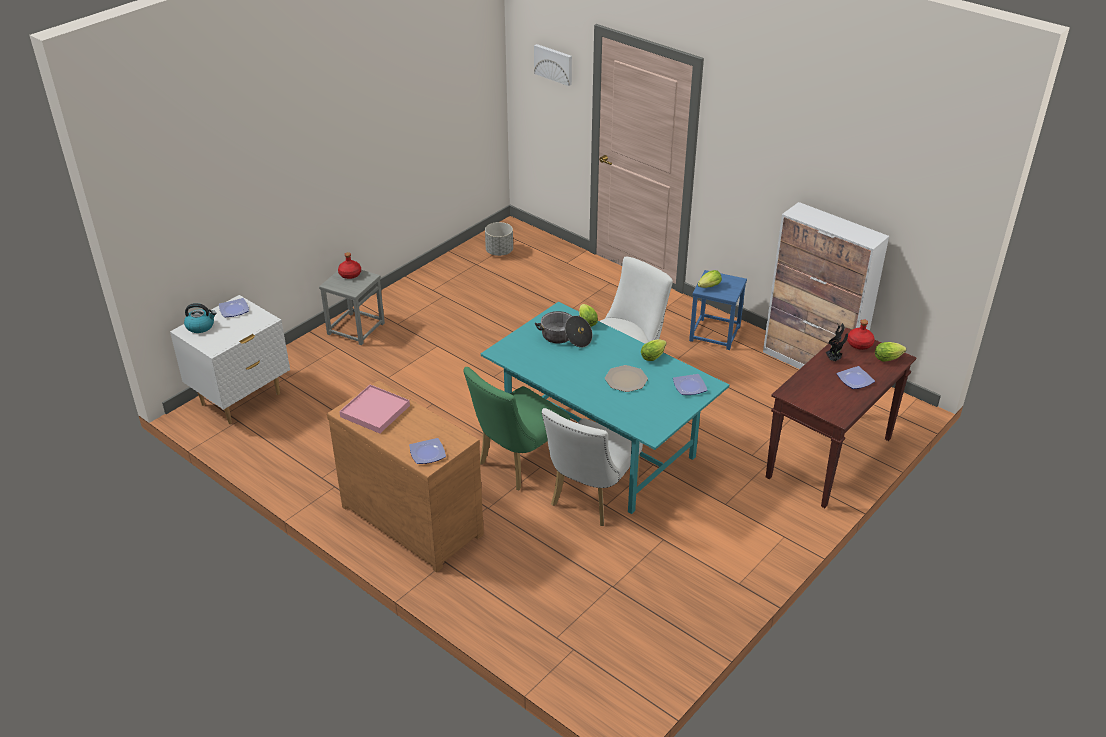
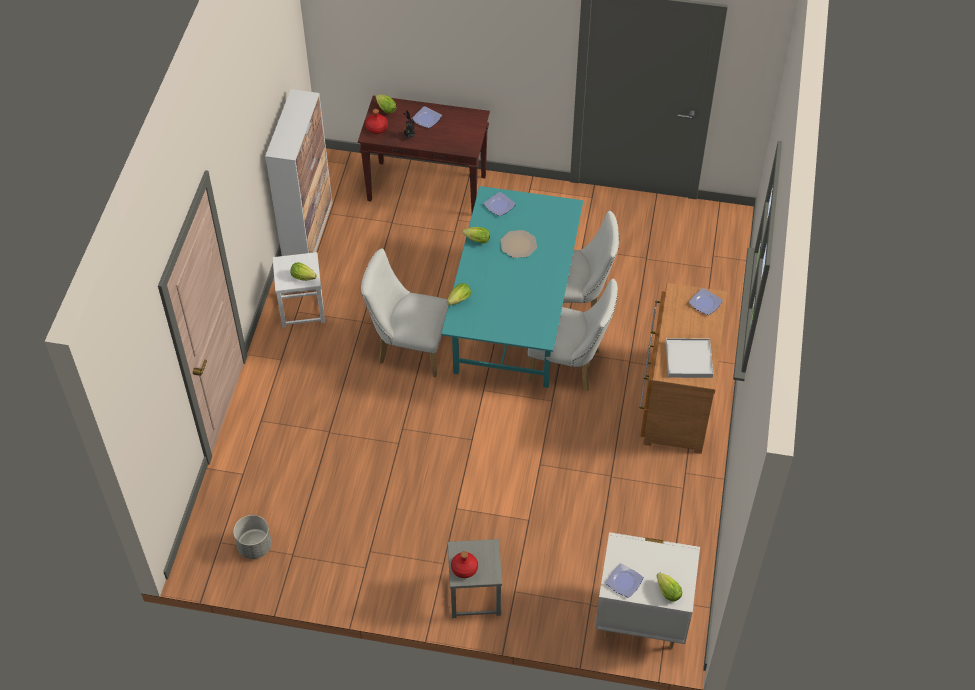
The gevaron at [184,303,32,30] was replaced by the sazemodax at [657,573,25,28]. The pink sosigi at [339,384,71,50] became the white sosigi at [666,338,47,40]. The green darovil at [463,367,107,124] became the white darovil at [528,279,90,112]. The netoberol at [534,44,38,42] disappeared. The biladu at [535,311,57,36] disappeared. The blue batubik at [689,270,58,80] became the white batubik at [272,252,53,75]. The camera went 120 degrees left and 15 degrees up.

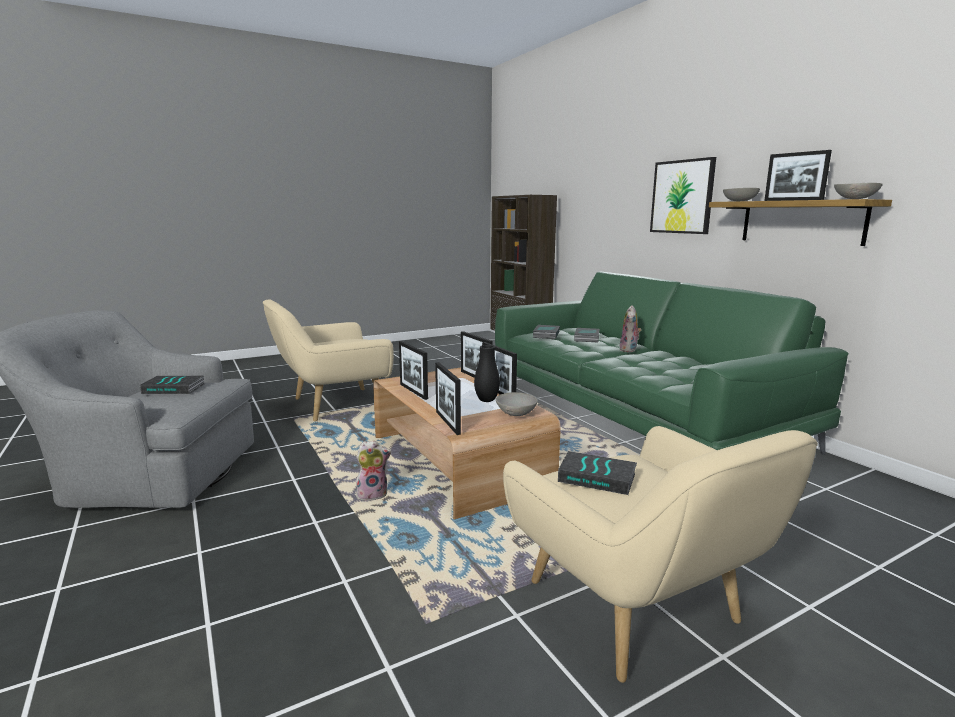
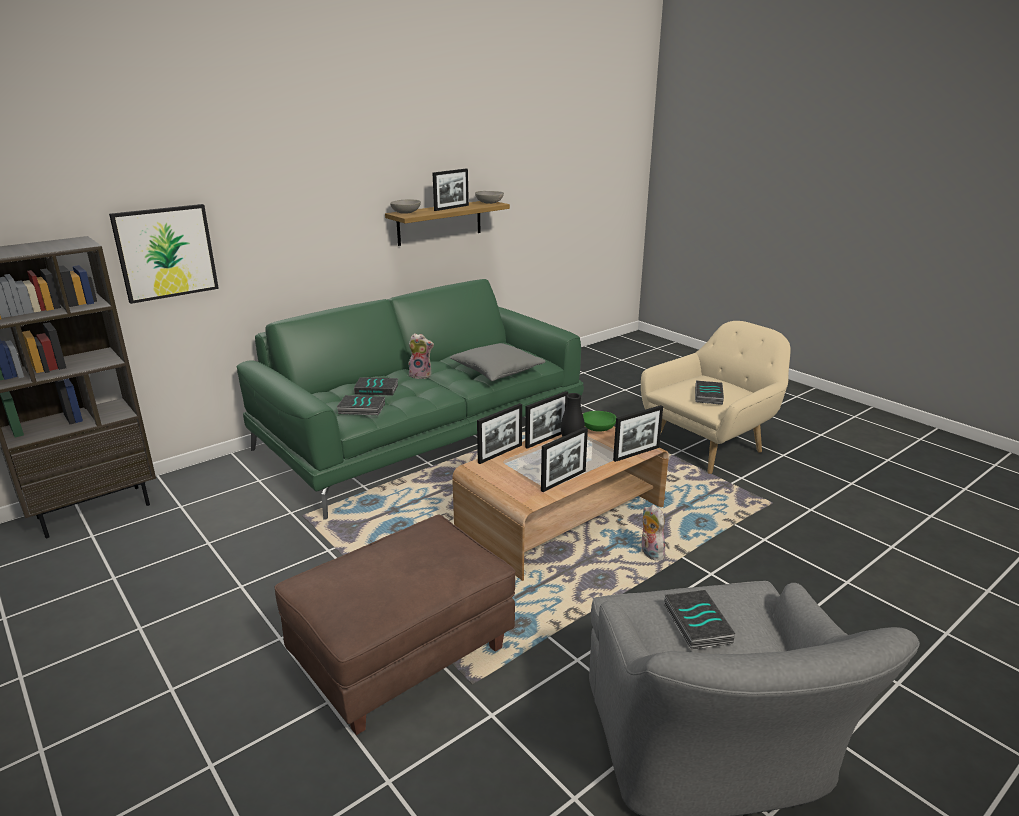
The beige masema at [263,300,131,121] was replaced by the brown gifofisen at [275,515,241,220]. The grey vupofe at [496,392,42,24] became the green vupofe at [583,411,34,20]. The netoberol moved from [650,157,66,77] to [109,204,110,100]. The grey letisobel at [450,343,96,38] appeared. The camera went 100 degrees left and 10 degrees up.

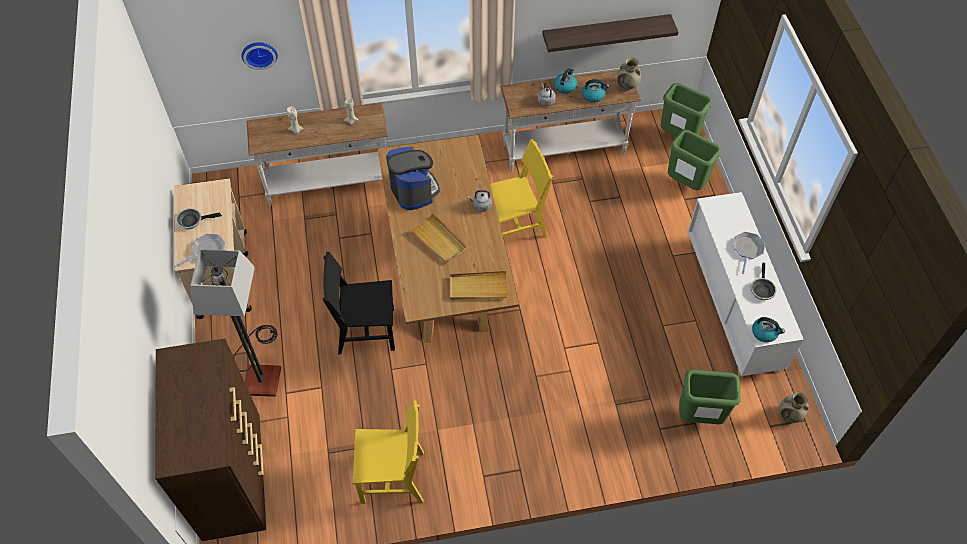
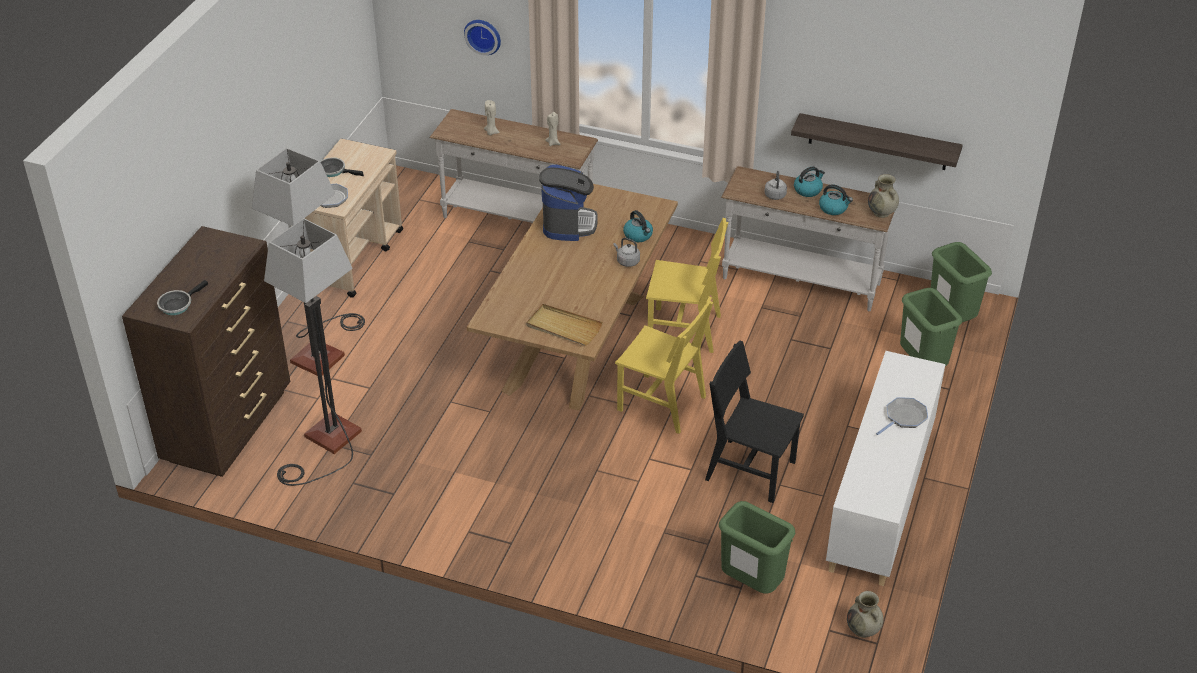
The black darovil moved from [323,252,72,102] to [705,340,99,163]. The yellow darovil moved from [352,401,72,103] to [615,297,98,137]. The beige sosigi at [410,213,57,51] disappeared. The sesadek moved from [750,263,27,37] to [157,280,51,35]. The gevaron moved from [752,317,33,25] to [623,210,30,32]. The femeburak at [264,218,98,268] appeared. The camera went 30 degrees right and 15 degrees down.

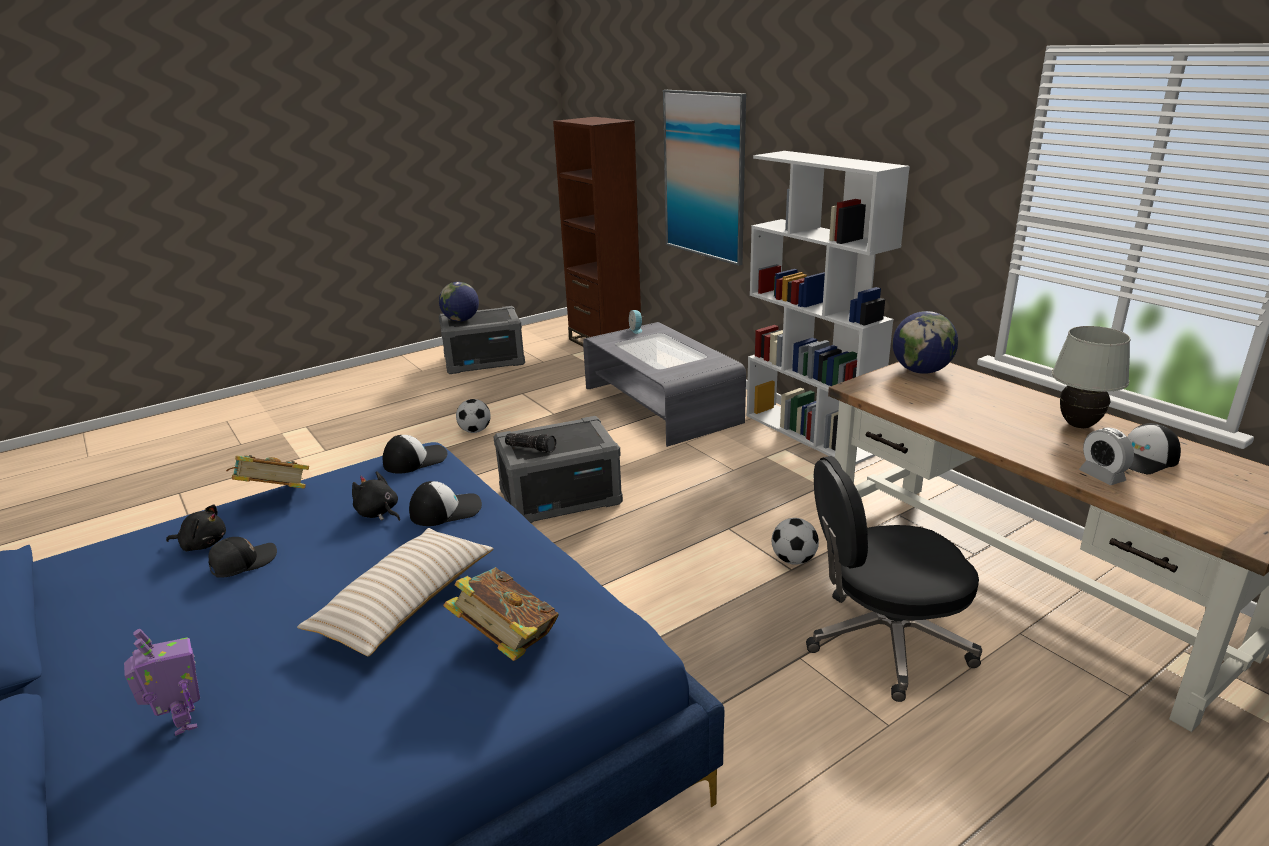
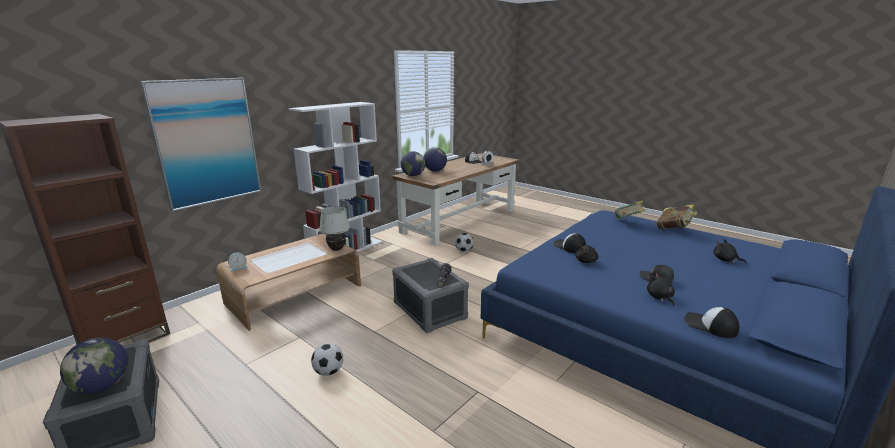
The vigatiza at [124,629,76,107] was replaced by the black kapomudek at [713,239,34,24]. The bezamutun moved from [226,455,83,34] to [656,205,41,24]. The beige letisobel at [297,528,196,128] disappeared. The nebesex moved from [383,435,65,39] to [684,307,55,31]. The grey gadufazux at [583,322,163,125] became the brown gadufazux at [216,234,145,97]. The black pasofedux at [806,456,176,246] disappeared. The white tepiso moved from [1052,326,79,102] to [319,206,31,45]. The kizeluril at [424,148,23,24] appeared. The camera went 105 degrees left and 5 degrees down.

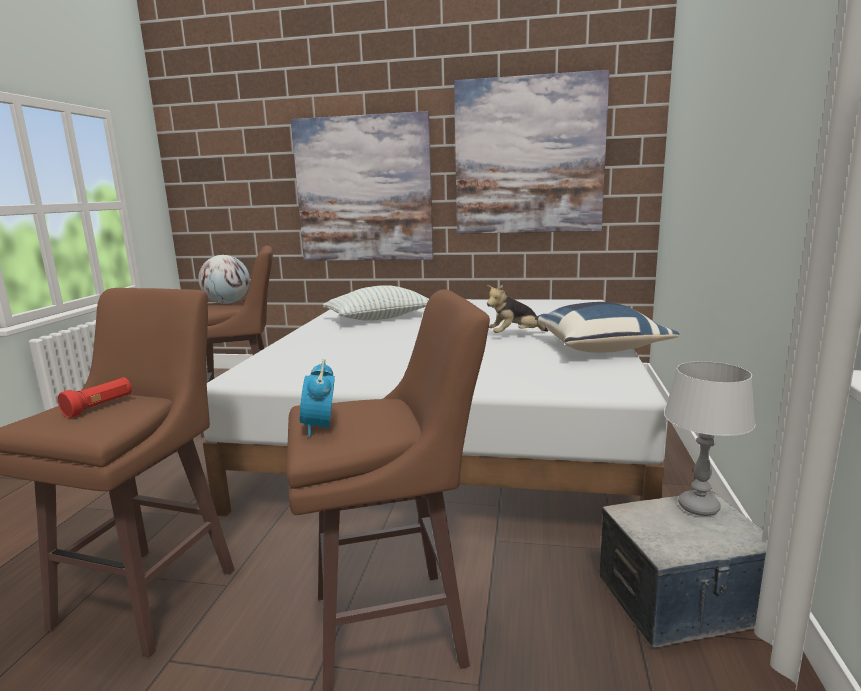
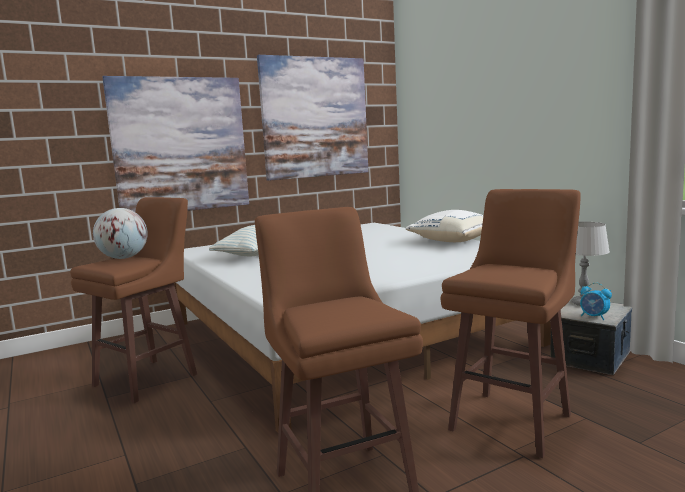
The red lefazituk at [58,377,74,41] disappeared. The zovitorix moved from [300,359,35,78] to [580,283,32,37]. The kapomudek at [487,284,61,49] disappeared. The blue letisobel at [535,302,144,51] became the white letisobel at [406,210,78,32]. The camera went 40 degrees left and 5 degrees down.

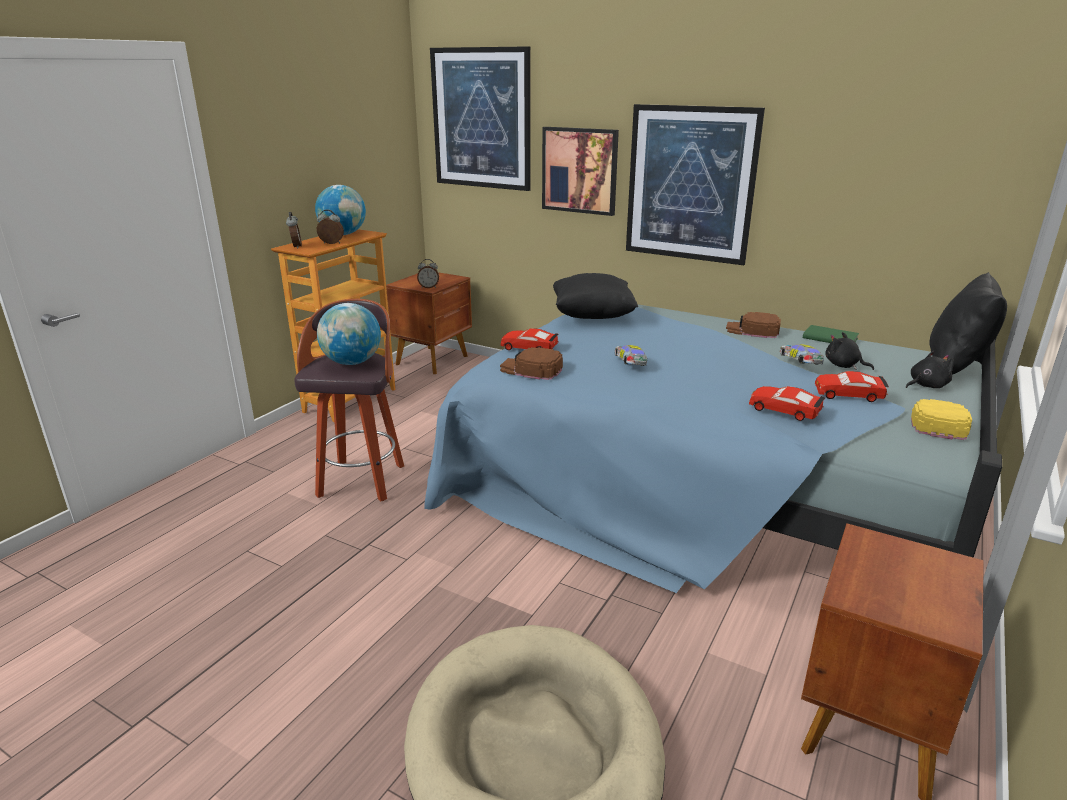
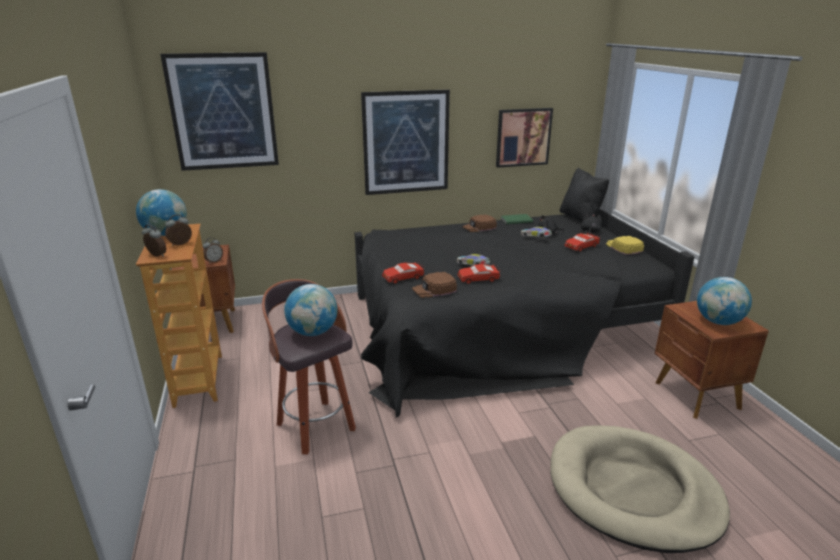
The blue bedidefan at [424,305,578,288] became the black bedidefan at [355,209,339,209]. The netoberol moved from [542,127,77,89] to [496,108,57,60]. The black letisobel at [553,273,85,46] disappeared. The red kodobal moved from [749,386,76,35] to [458,264,42,20]. The kizeluril at [697,277,55,48] appeared. The camera went 45 degrees left and 0 degrees up.

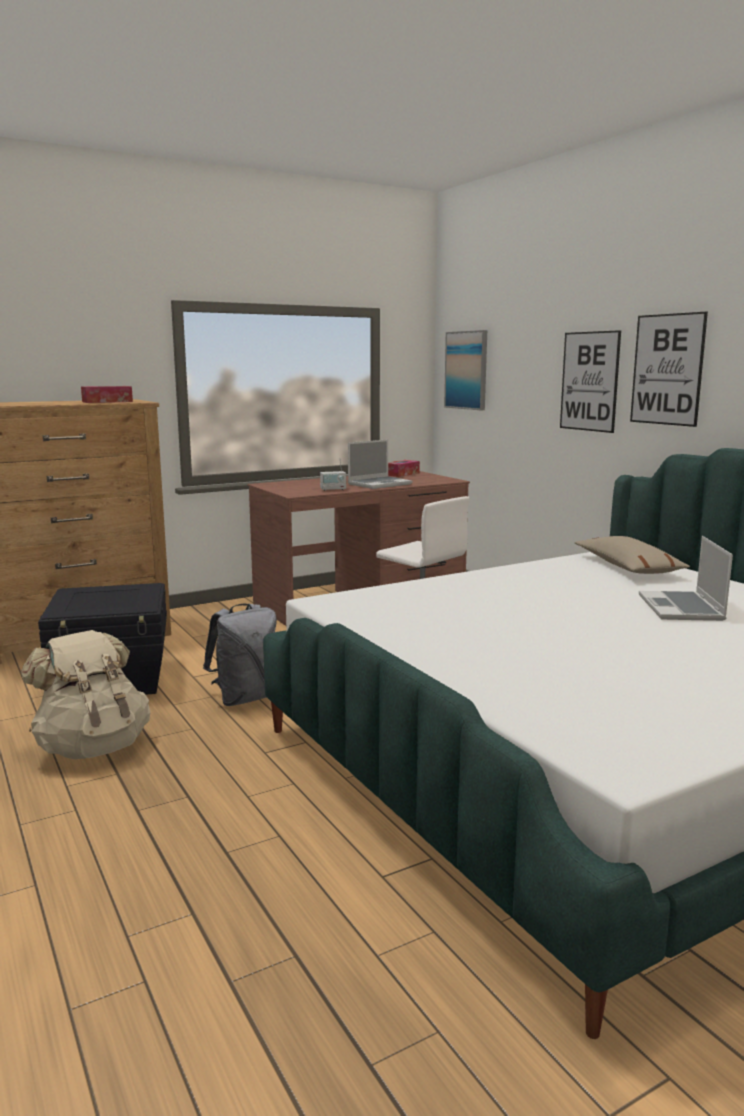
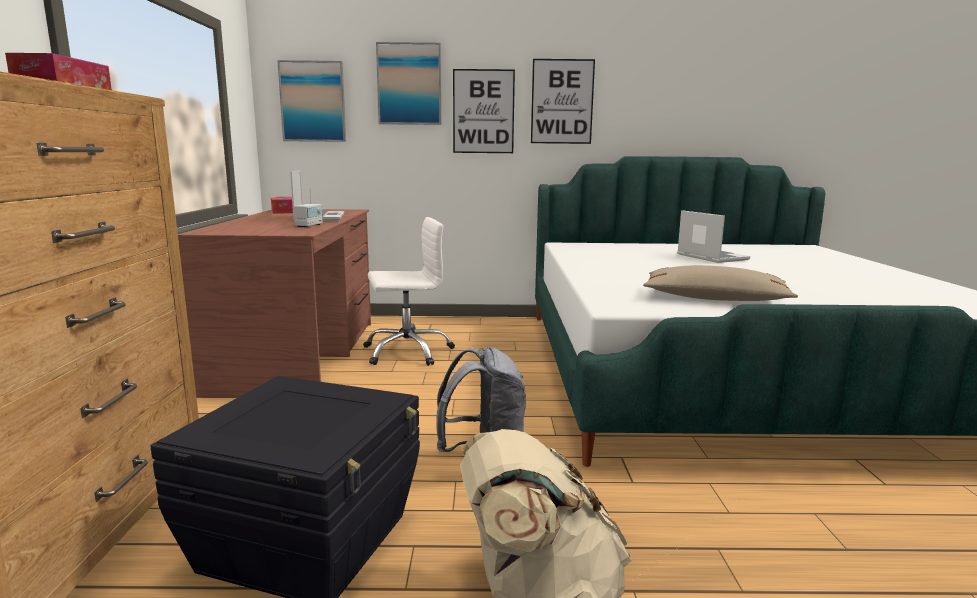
The beige letisobel moved from [574,536,116,38] to [643,265,155,36]. The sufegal at [639,536,94,85] turned 150 degrees counterclockwise. The netoberol at [376,42,65,83] appeared. The camera went 60 degrees left and 0 degrees up.

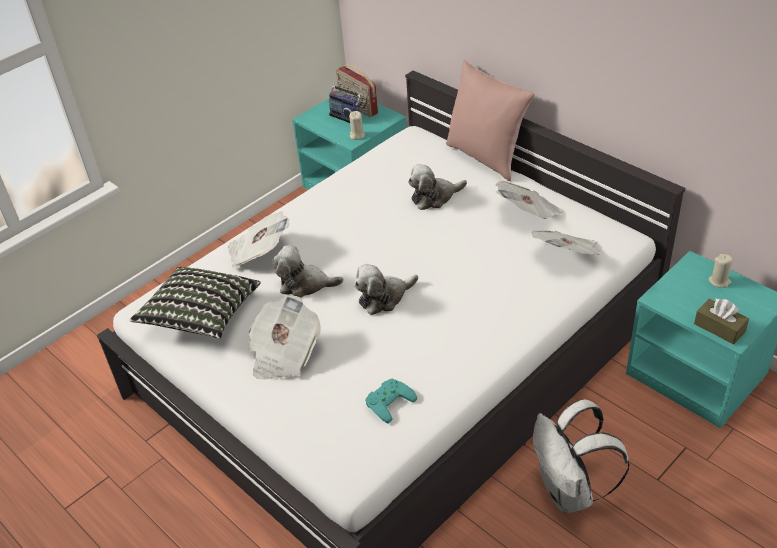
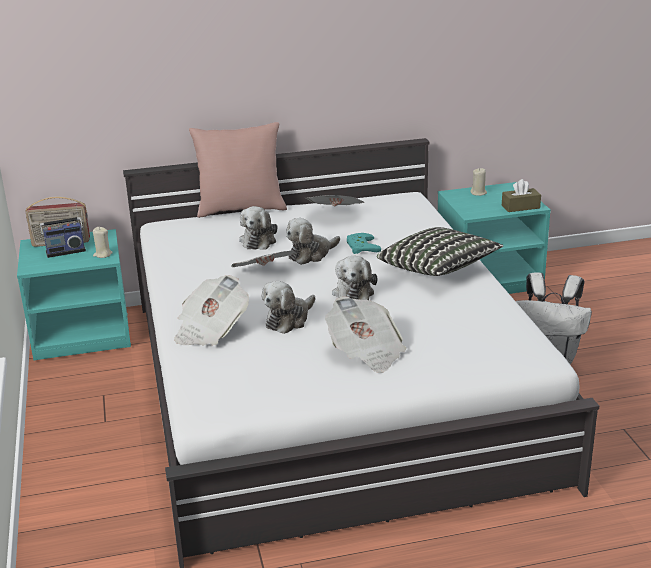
The letisobel moved from [129,267,132,72] to [377,227,126,49]. The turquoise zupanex moved from [365,378,52,46] to [347,233,34,21]. The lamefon moved from [531,230,69,25] to [231,251,64,16]. The kapomudek at [286,218,54,47] appeared. The camera went 60 degrees left and 15 degrees down.

